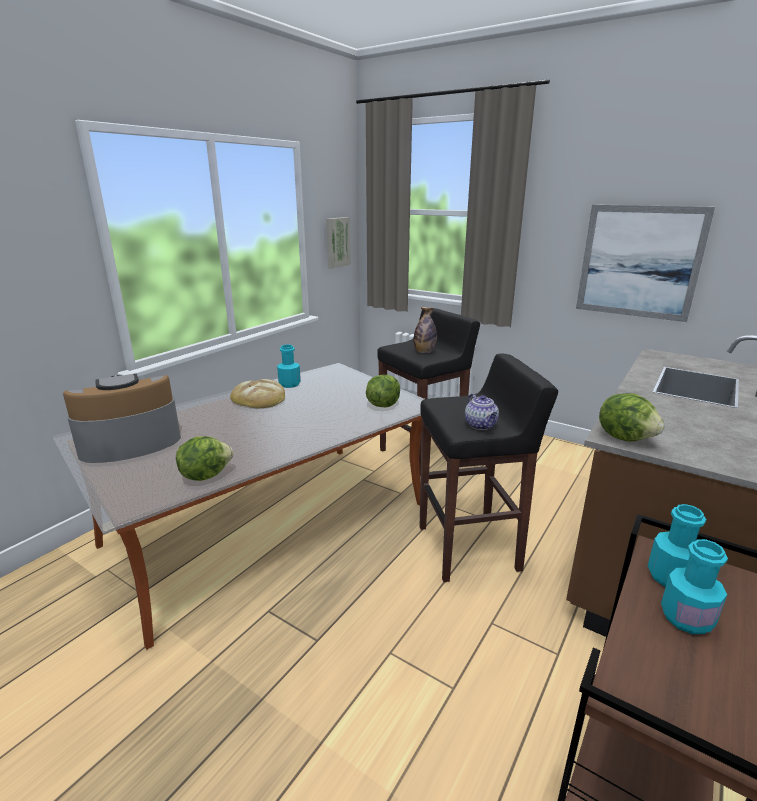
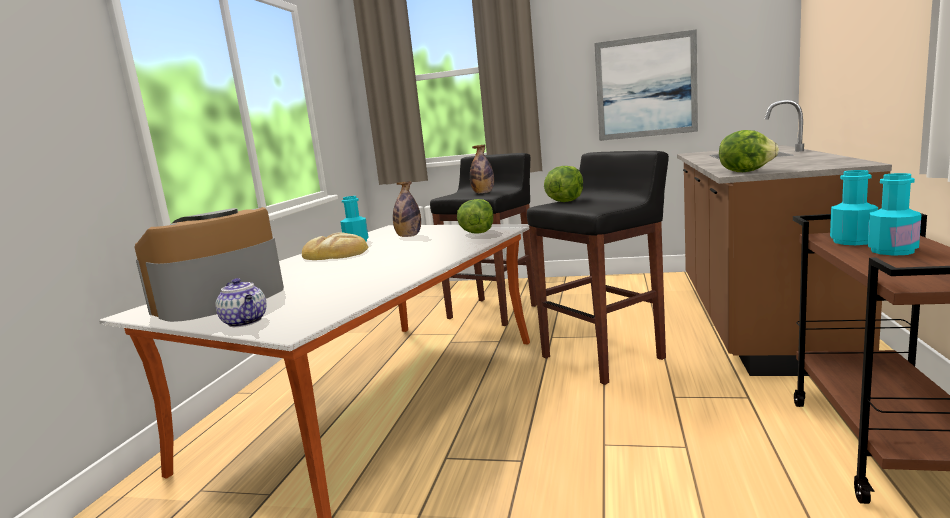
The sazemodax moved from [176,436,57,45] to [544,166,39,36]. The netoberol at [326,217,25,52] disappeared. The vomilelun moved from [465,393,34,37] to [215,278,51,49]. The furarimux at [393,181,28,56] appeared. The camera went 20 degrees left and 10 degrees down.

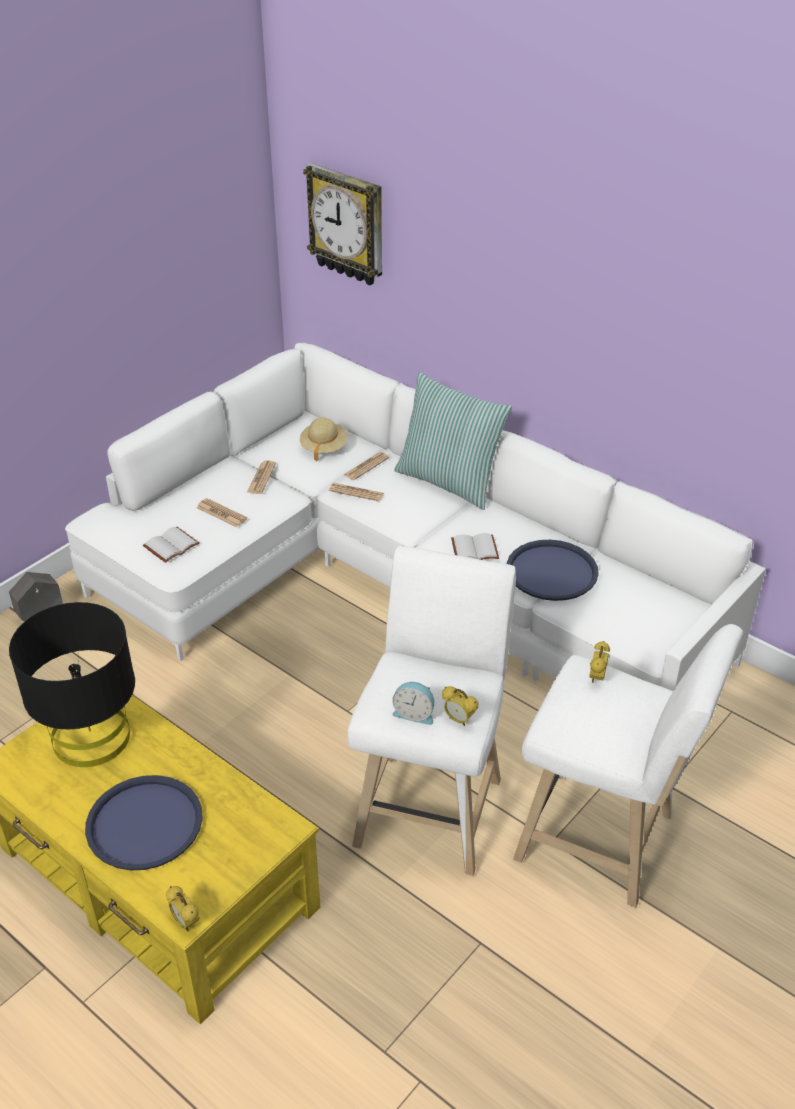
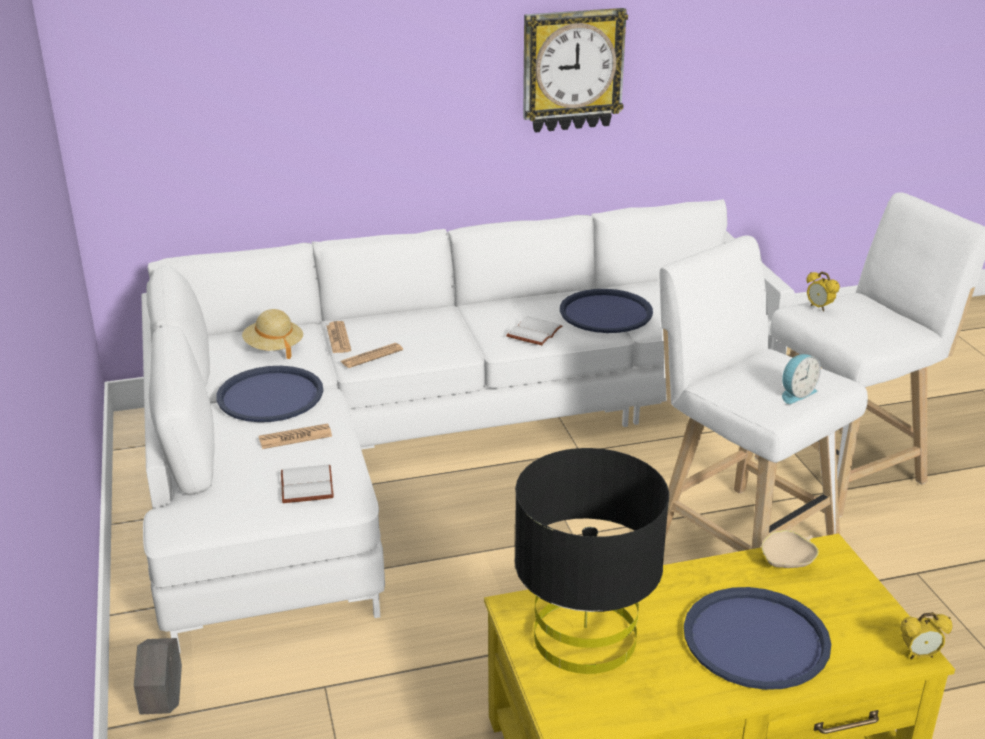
The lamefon at [247,461,29,33] was replaced by the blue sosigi at [216,366,107,56]. The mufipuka moved from [303,163,79,122] to [523,8,105,124]. The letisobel at [394,372,118,138] disappeared. The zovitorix at [442,686,36,40] disappeared. The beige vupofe at [762,530,57,38] appeared. The camera went 55 degrees left and 10 degrees down.

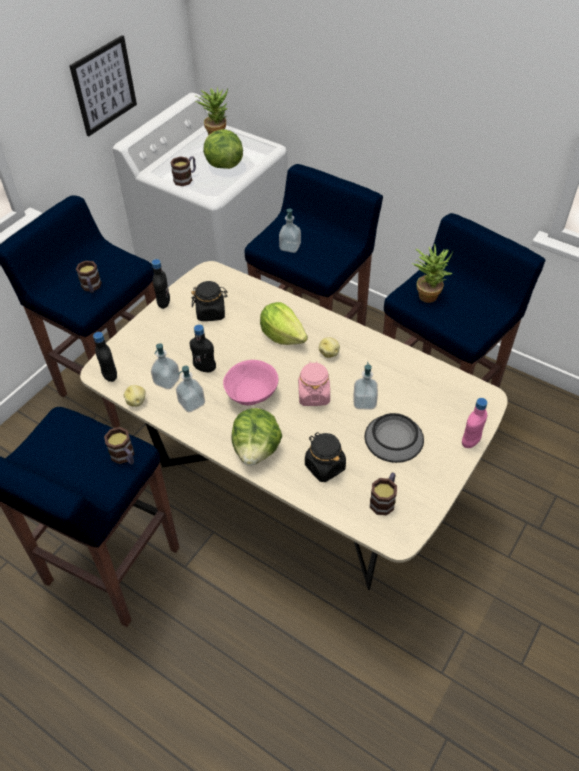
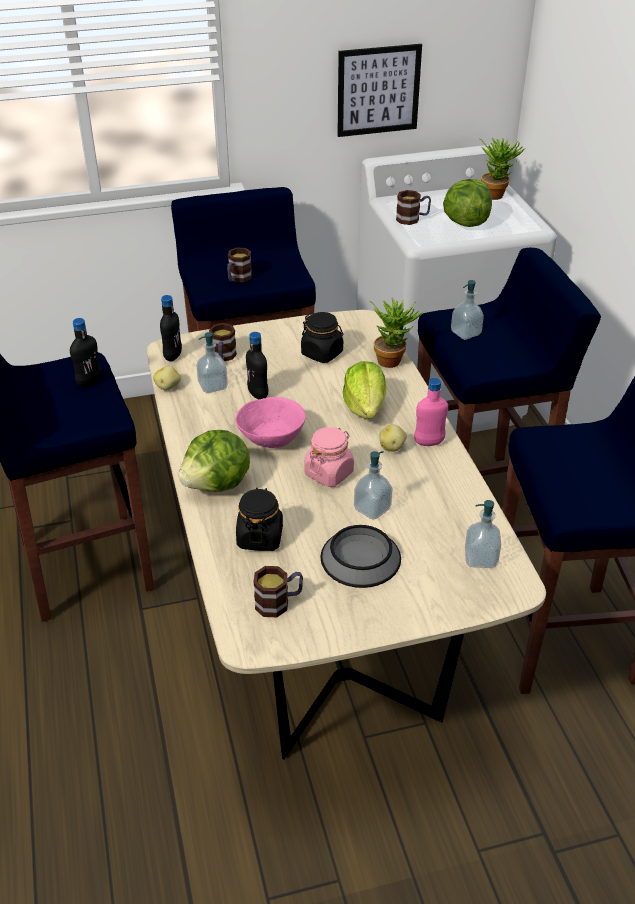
The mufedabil moved from [104,427,31,38] to [209,323,28,38]. The black furarimux moved from [152,259,18,50] to [70,318,32,69]. The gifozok moved from [176,366,29,46] to [465,500,36,68]. The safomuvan moved from [411,244,42,59] to [369,298,54,70]. The pink furarimux moved from [462,398,25,50] to [414,378,34,68]. The camera went 40 degrees right and 10 degrees down.

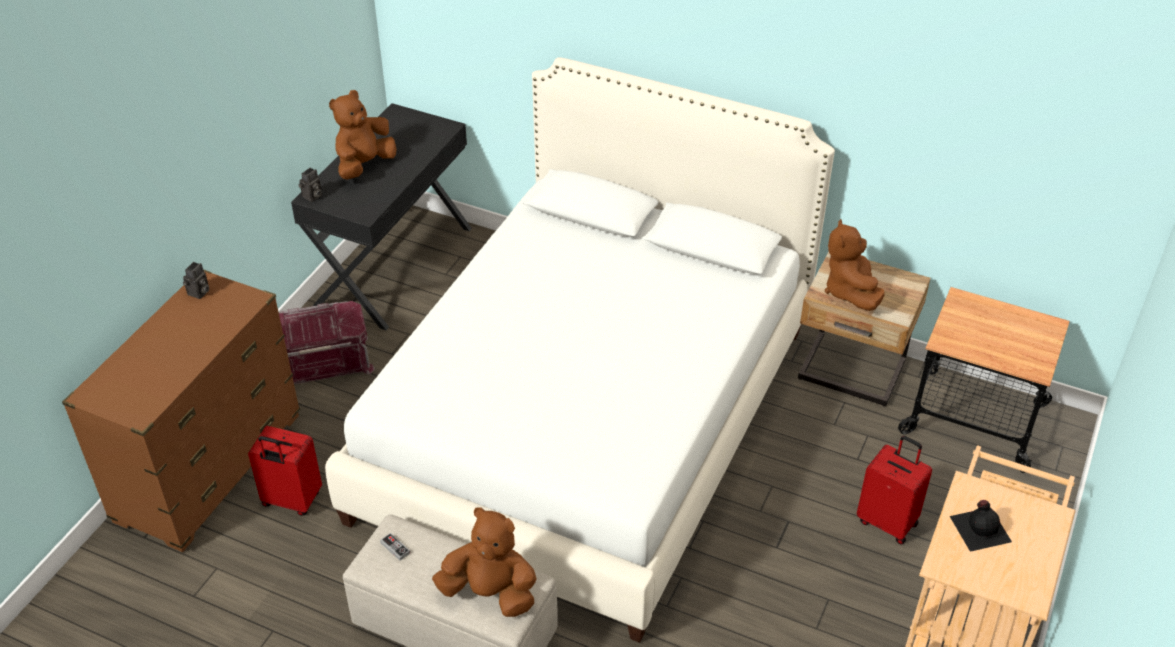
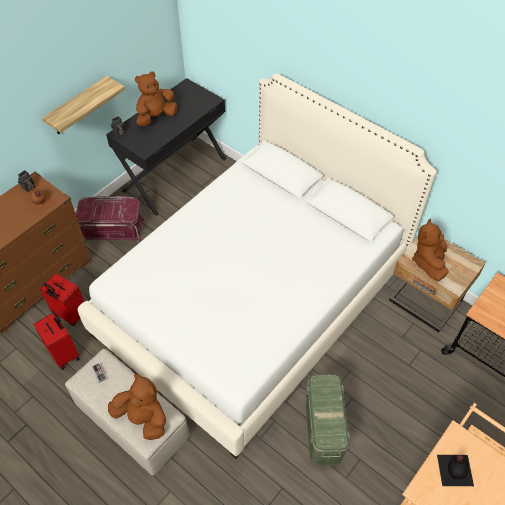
The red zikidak moved from [857,436,75,109] to [34,311,46,59]. The brown furarimux at [24,189,33,26] appeared. The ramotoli at [42,76,83,58] appeared. The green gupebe at [306,374,44,92] appeared. The camera went 15 degrees right and 10 degrees up.

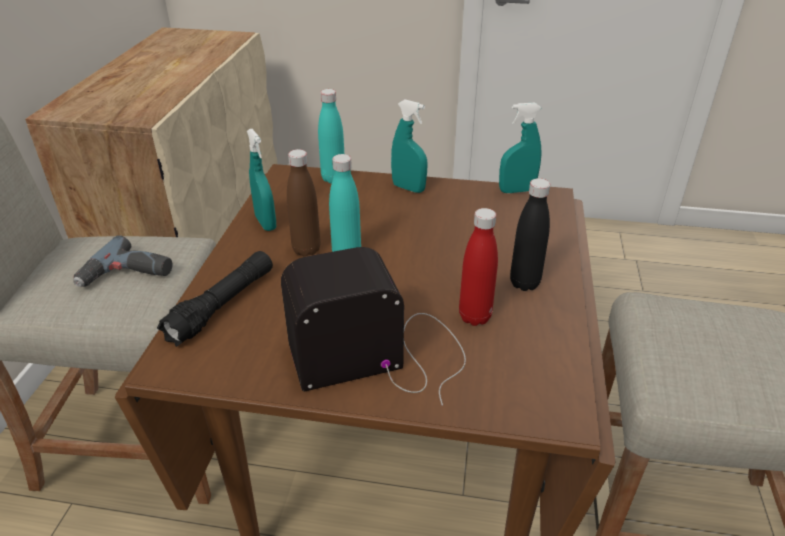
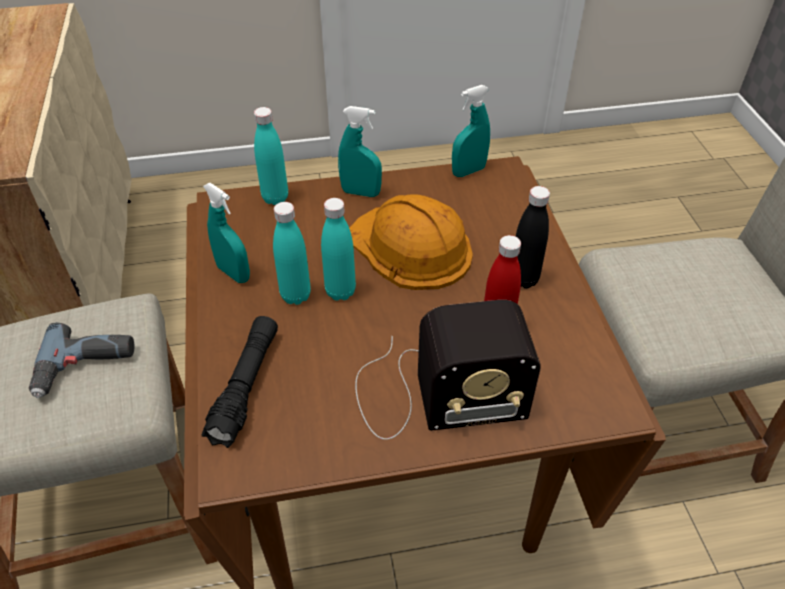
The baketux at [281,247,185,159] turned 150 degrees counterclockwise. The brown furarimux at [287,149,34,108] became the turquoise furarimux at [273,202,38,103]. The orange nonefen at [349,194,124,96] appeared. The camera went 20 degrees left and 10 degrees up.

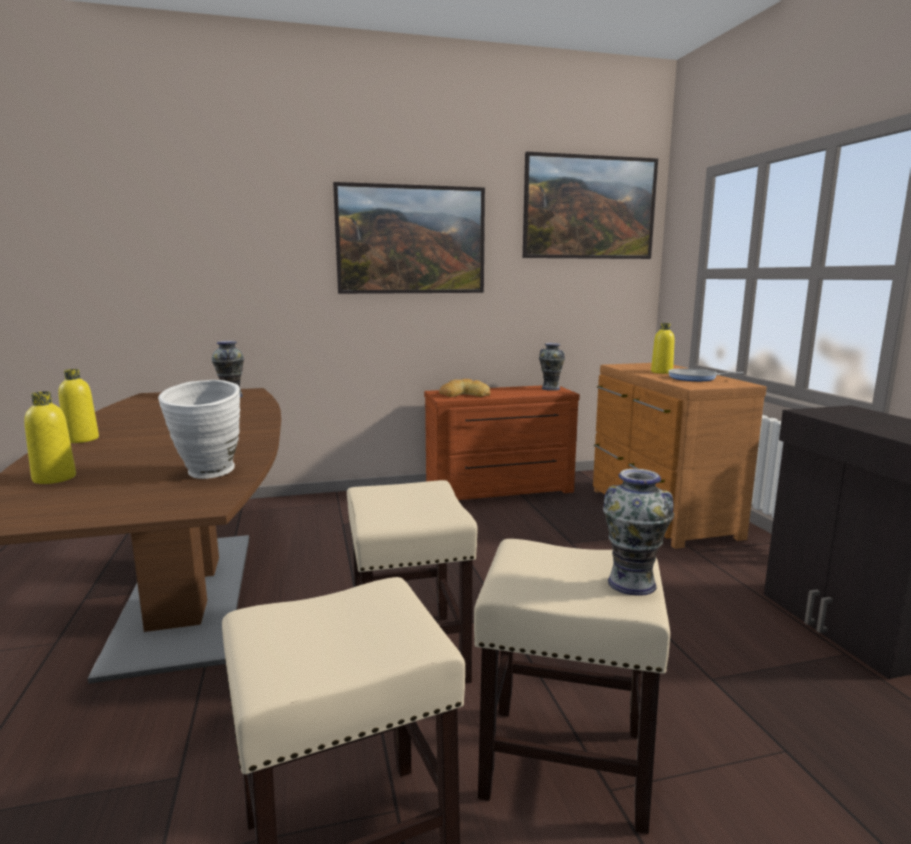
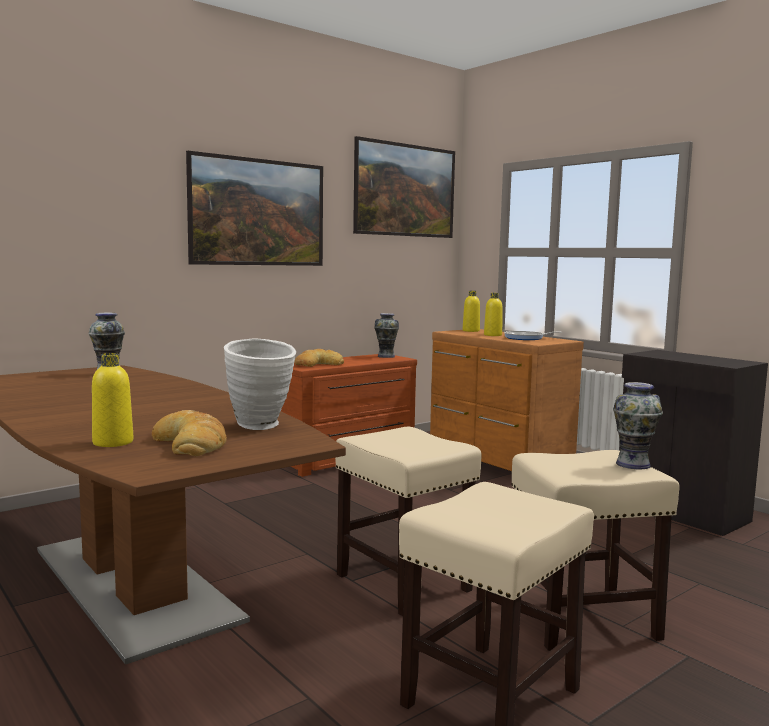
The yellow furarimux moved from [58,369,41,74] to [463,291,17,41]. The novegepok at [152,410,75,46] appeared. The camera went 25 degrees left and 5 degrees down.

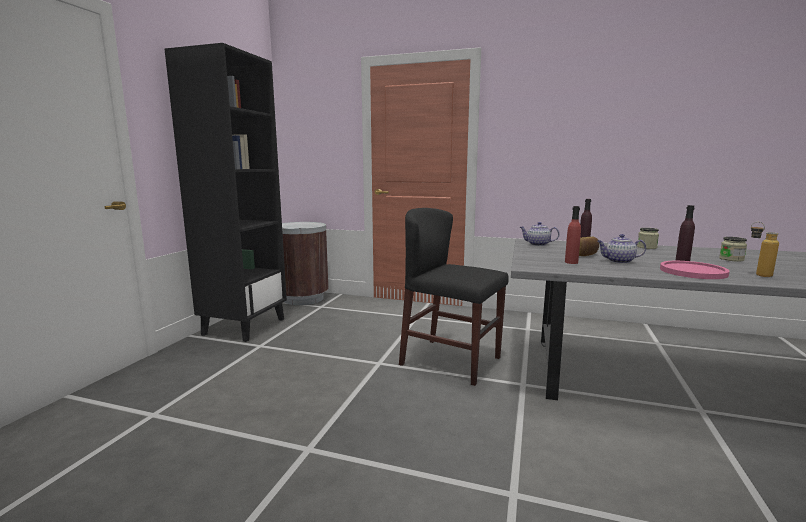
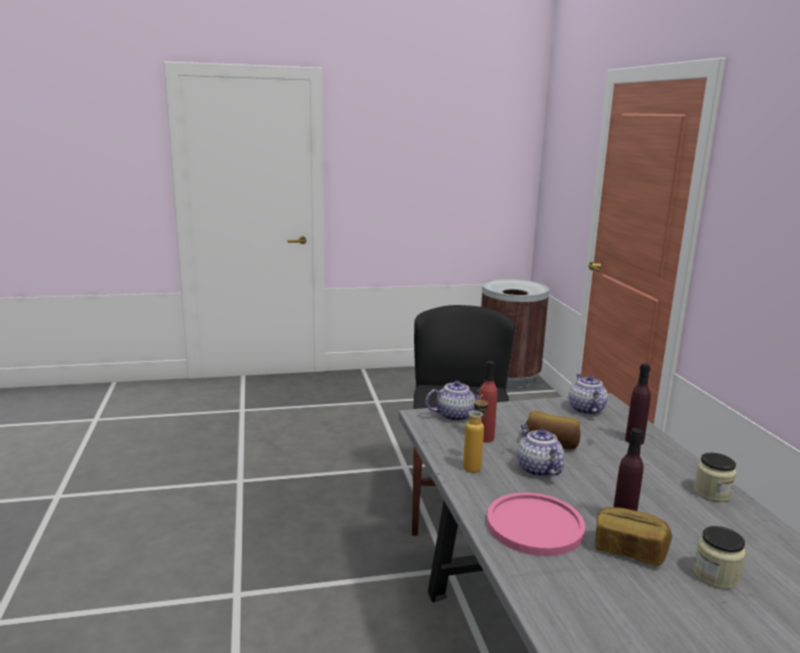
The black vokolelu at [165,43,122,299] disappeared. The furarimux moved from [751,222,28,55] to [463,394,25,79]. The vomilelun at [425,381,55,40] appeared. The novegepok at [595,507,77,59] appeared. The camera went 60 degrees right and 5 degrees up.

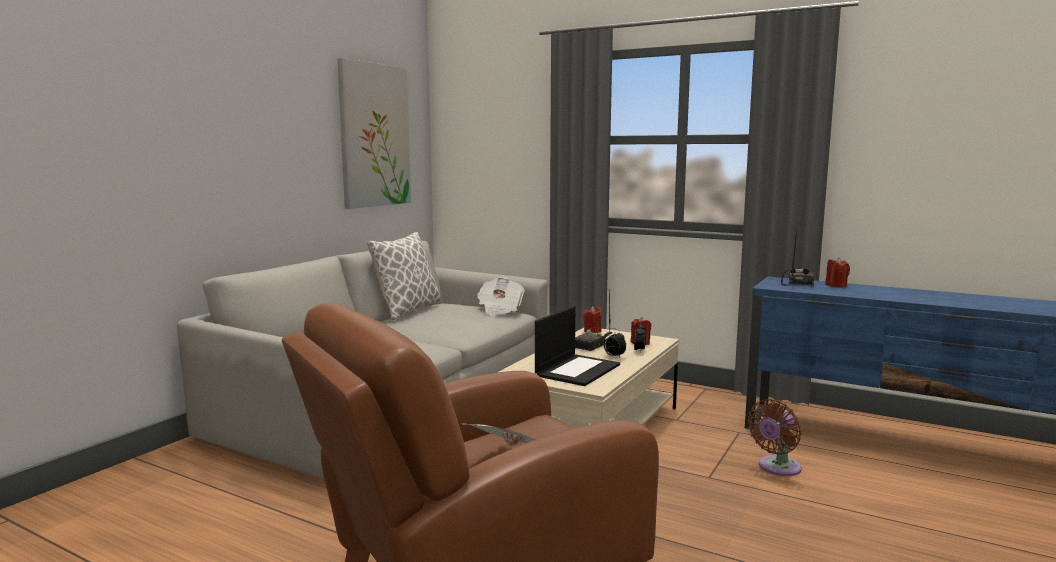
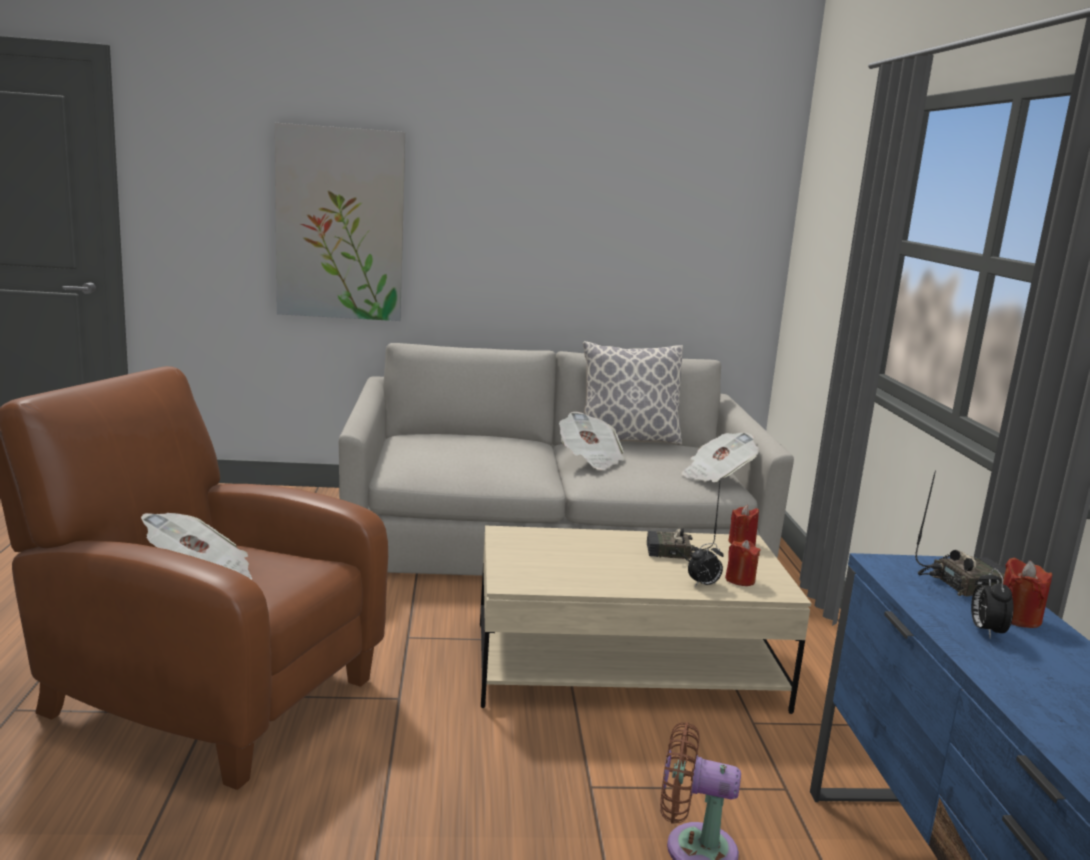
The netoberol moved from [337,58,74,151] to [275,123,130,198]. The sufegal at [535,306,85,80] disappeared. The zovitorix moved from [604,328,22,29] to [971,568,43,71]. The lamefon at [559,412,66,58] appeared. The camera went 55 degrees right and 5 degrees up.

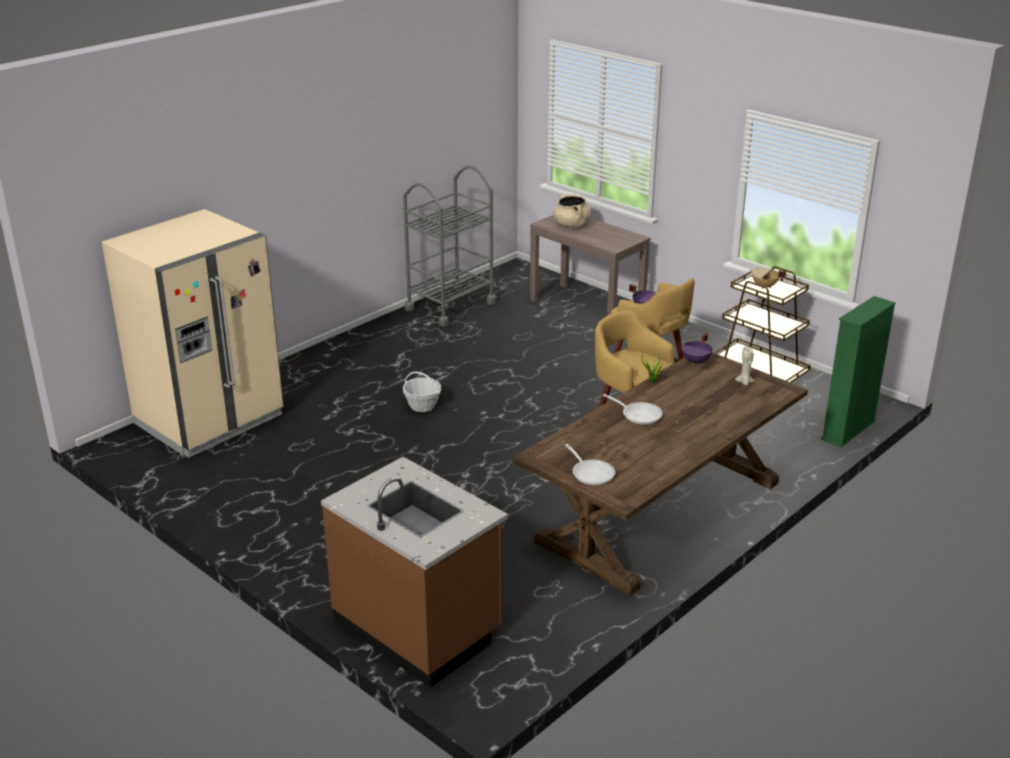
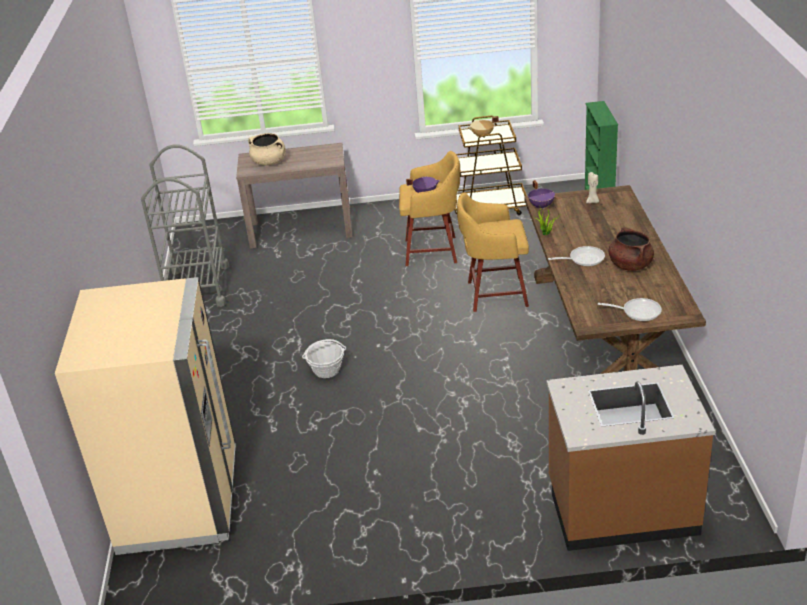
The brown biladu at [609,227,45,44] appeared. The camera went 45 degrees left and 5 degrees up.

